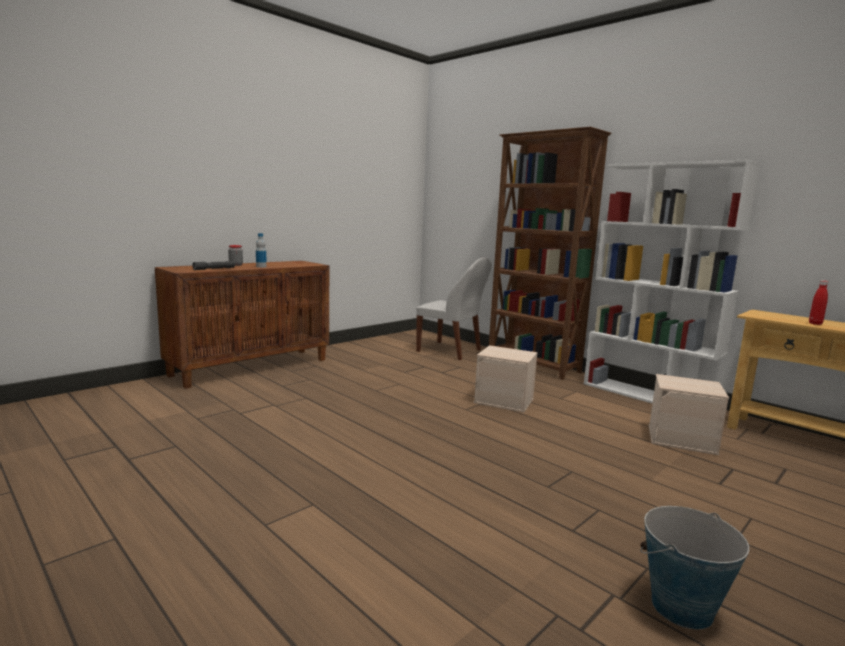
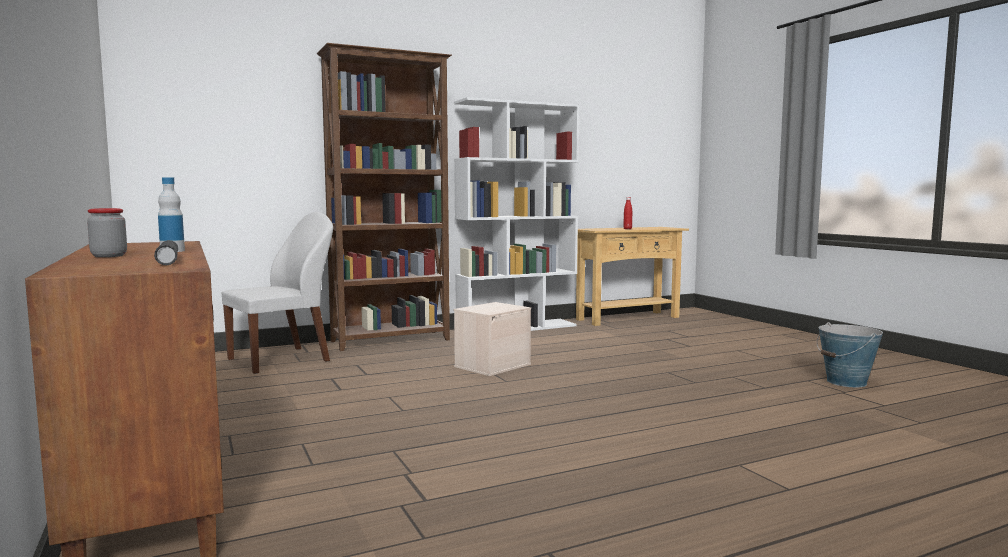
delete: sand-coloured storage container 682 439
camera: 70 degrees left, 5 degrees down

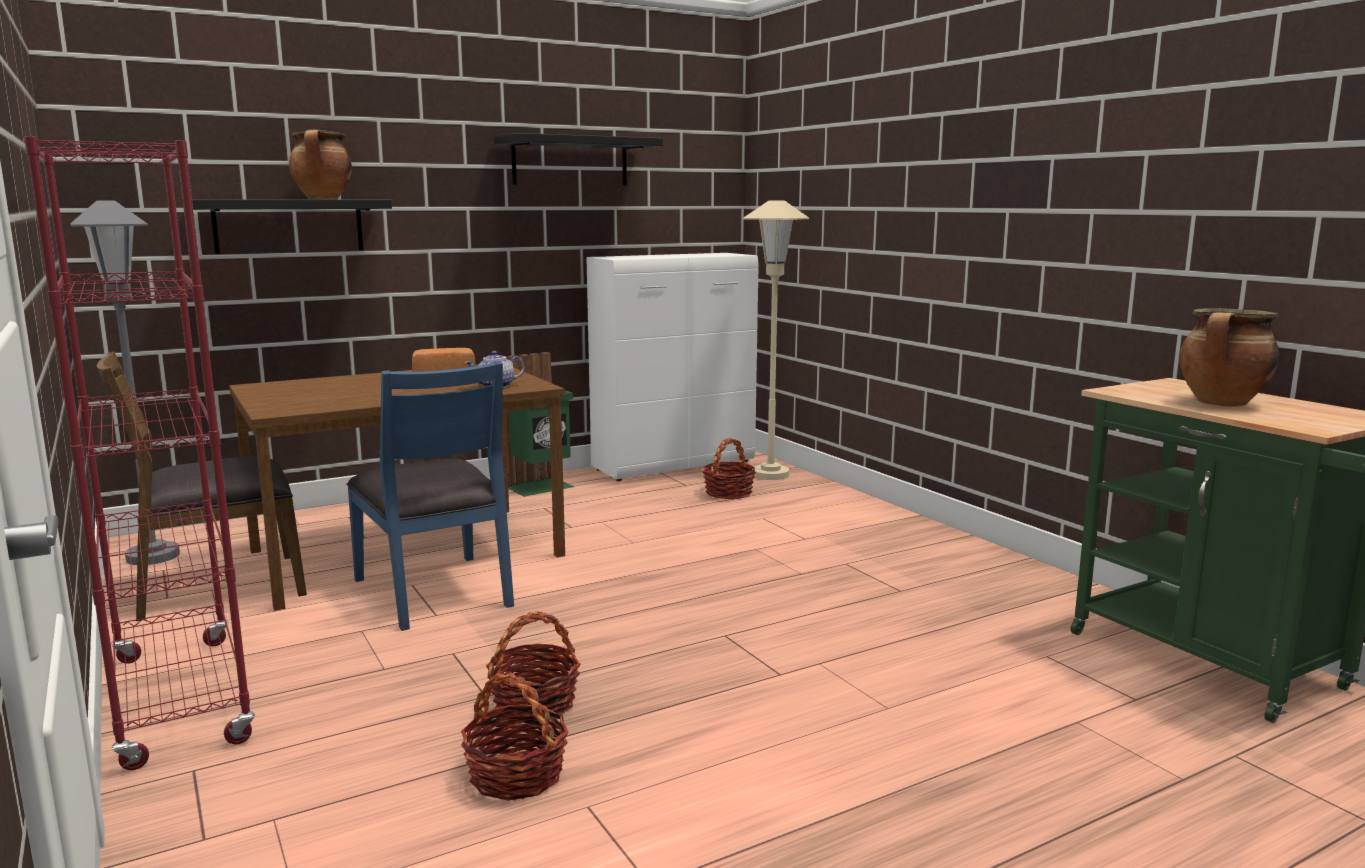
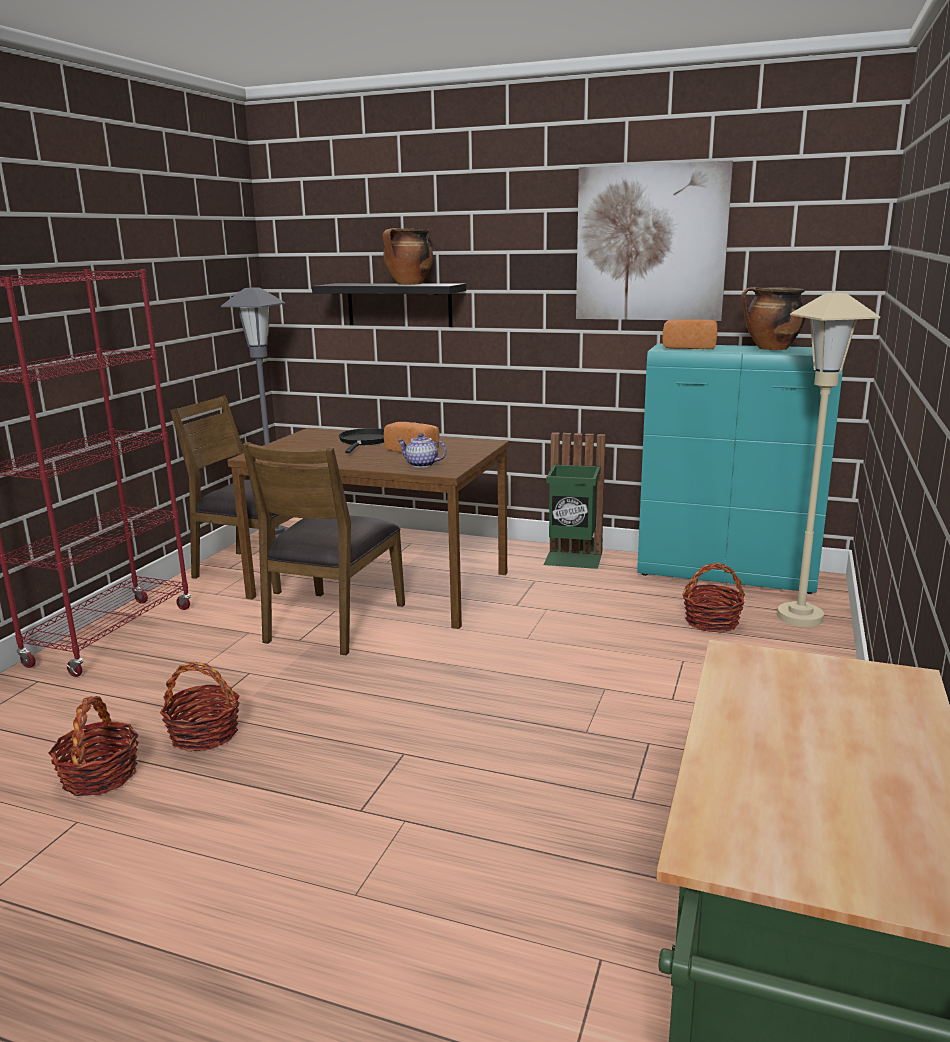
insert: blackish pan 365 441; bread 689 347
move: saucepot 1222 404 to 770 349
replace: blackish bracket shelf 570 161 to wall art 650 244
recolor: blue-coloured plain chair 436 592 to brown plain chair 333 622; white cupboard 675 465 to turquoise-coloured cupboard 727 575
camera: 50 degrees right, 5 degrees up

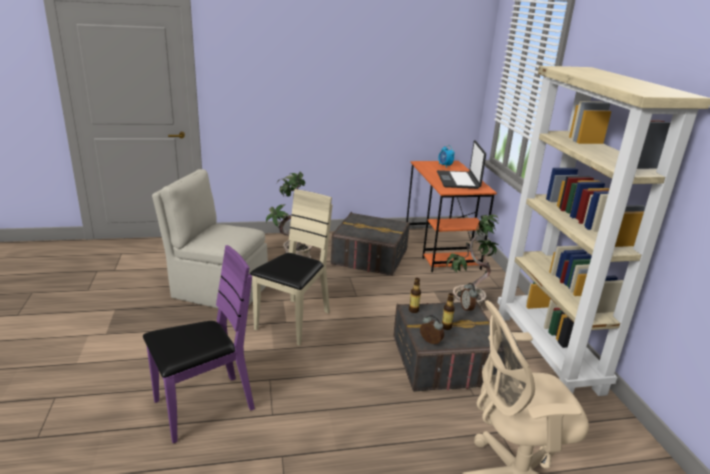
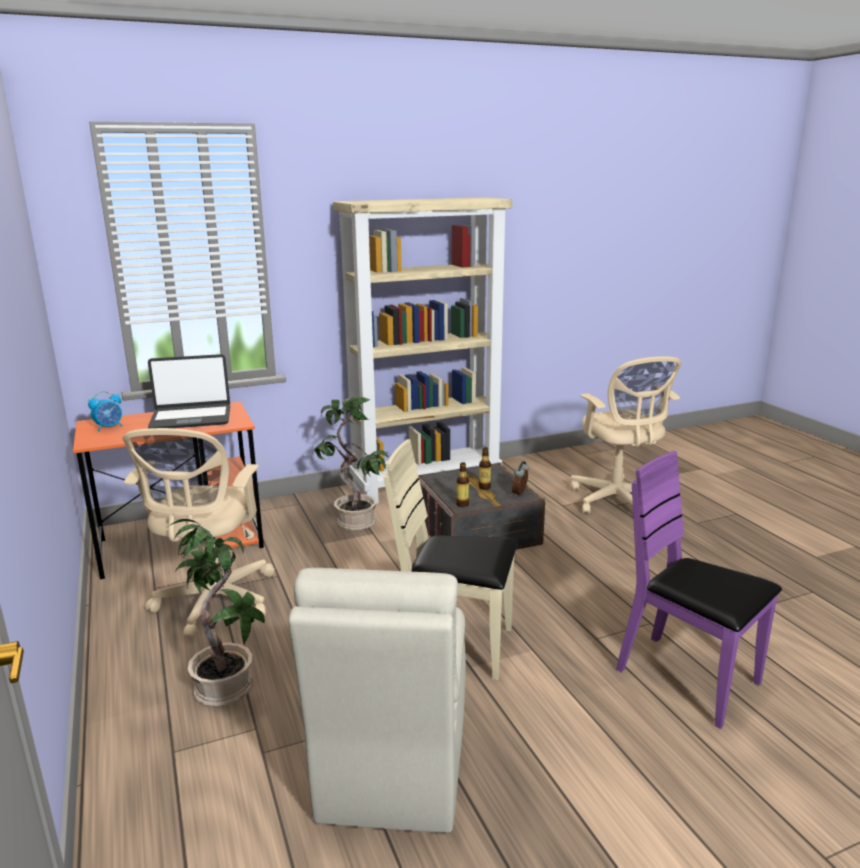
delete: bedside clock 467 308
replace: gray storage container 370 256 to sand-coloured desk chair 213 604
camera: 100 degrees left, 5 degrees down

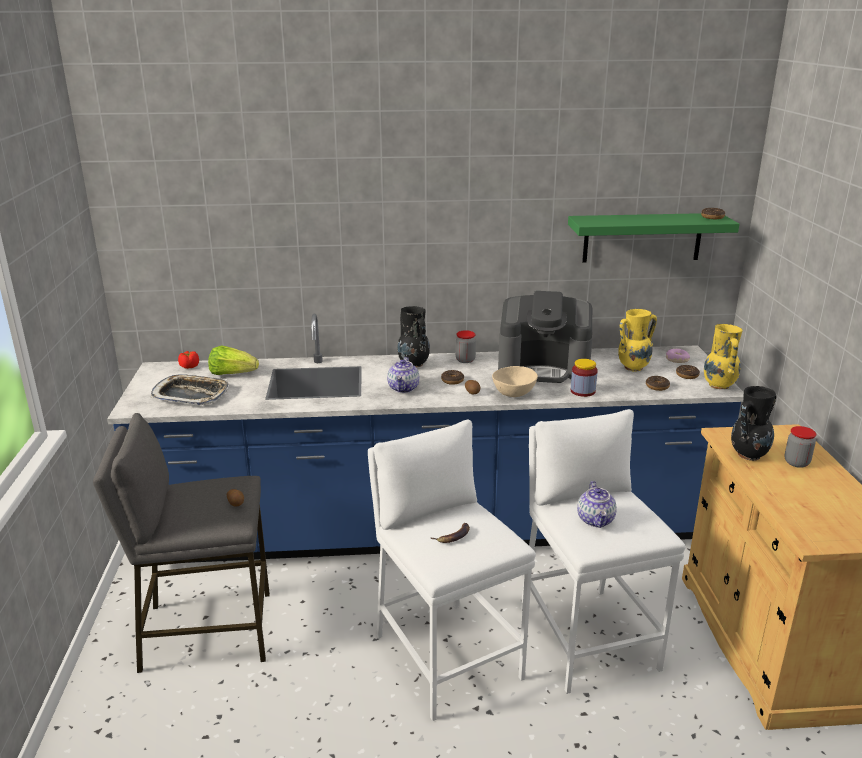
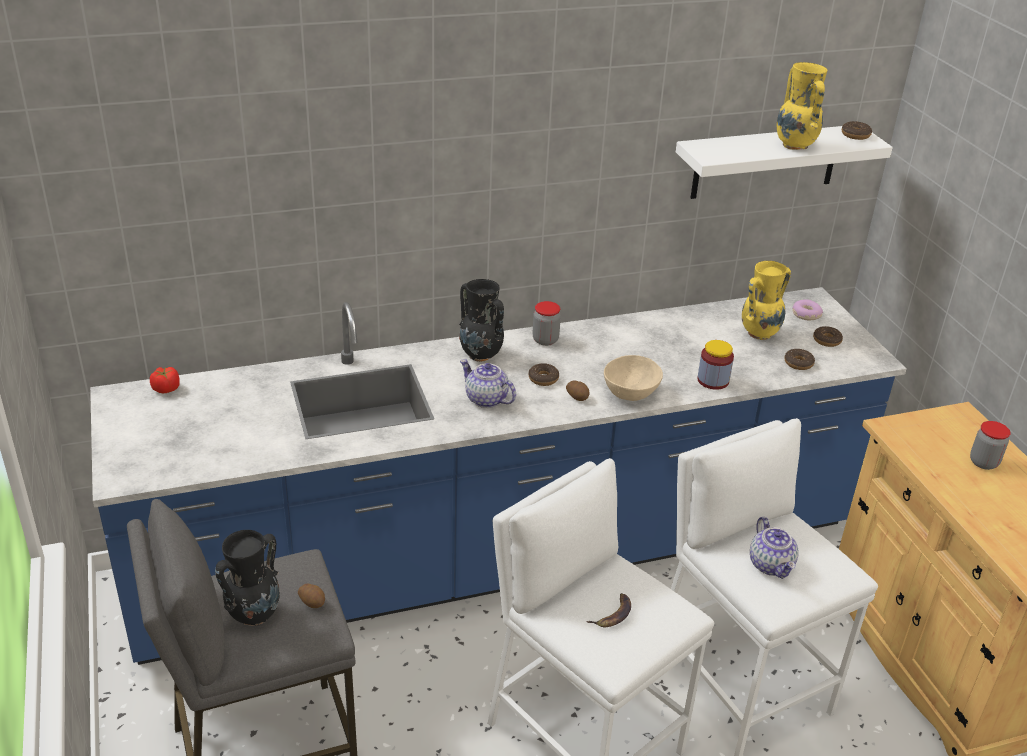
delete: carrying tray 191 395; lettuce 232 374; coffee machine 544 367
move: blackish flower vase 748 455 to 253 615; yellowish flower vase 719 386 to 794 145
recolor: green-coloured bracket shelf 642 237 to white bracket shelf 765 161
rotate: teapot 404 388 = 485 399 135 degrees clockwise
camera: 15 degrees left, 10 degrees up

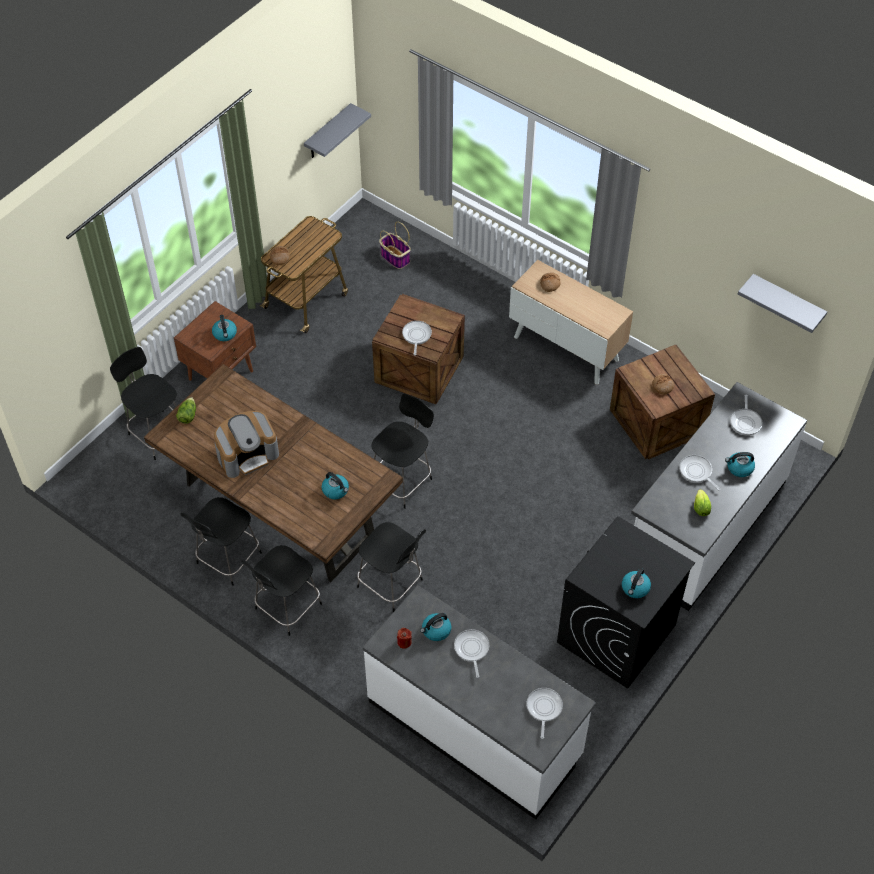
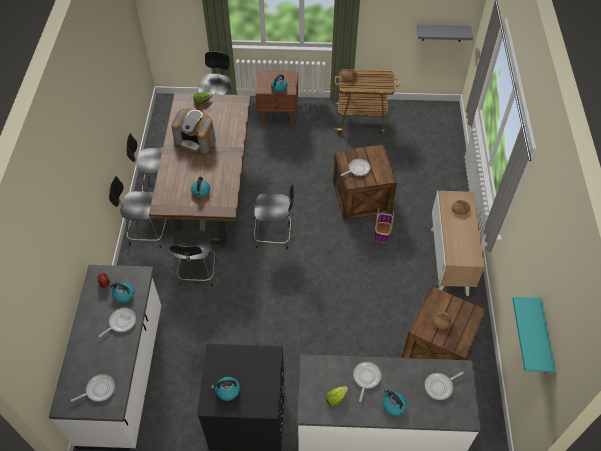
move: household basket 394 257 to 382 232
recolor: gray bracket shelf 787 302 to turquoise-coloured bracket shelf 544 339
camera: 55 degrees right, 0 degrees up

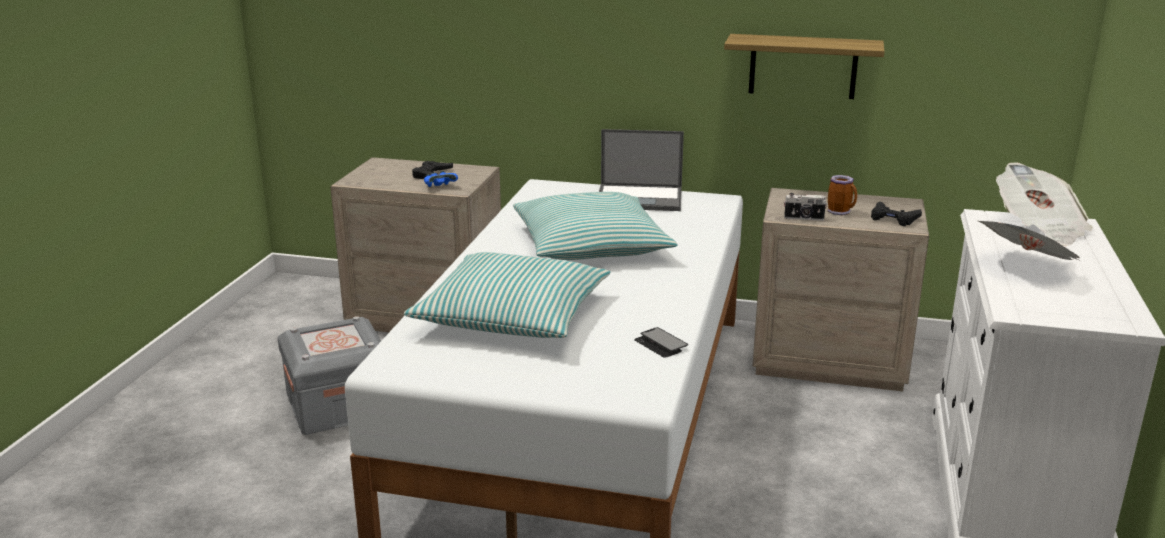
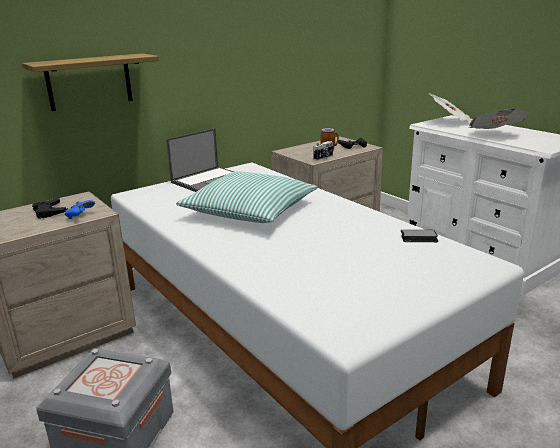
delete: cushion 512 315
move: bracket shelf 803 66 to 89 82
camera: 50 degrees left, 0 degrees up

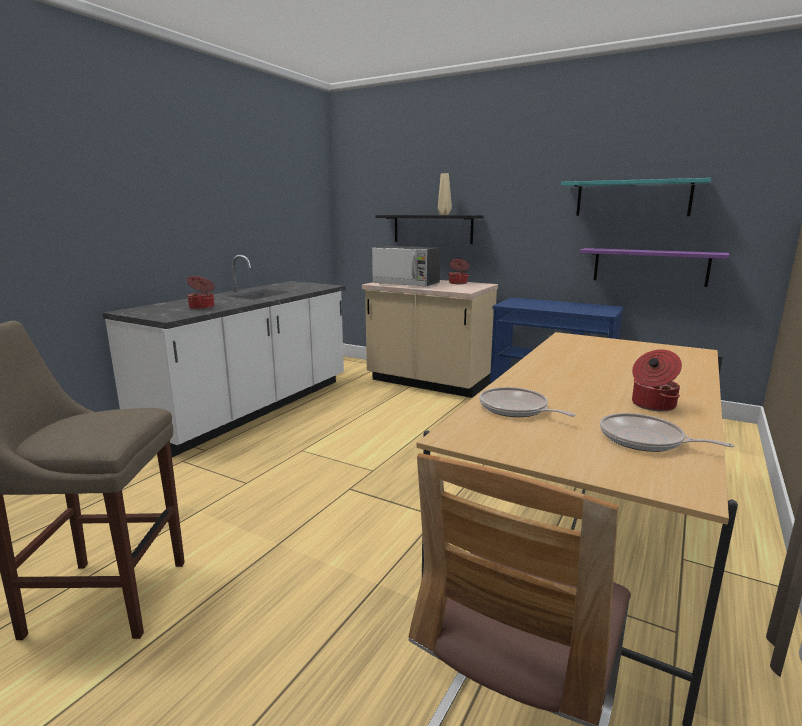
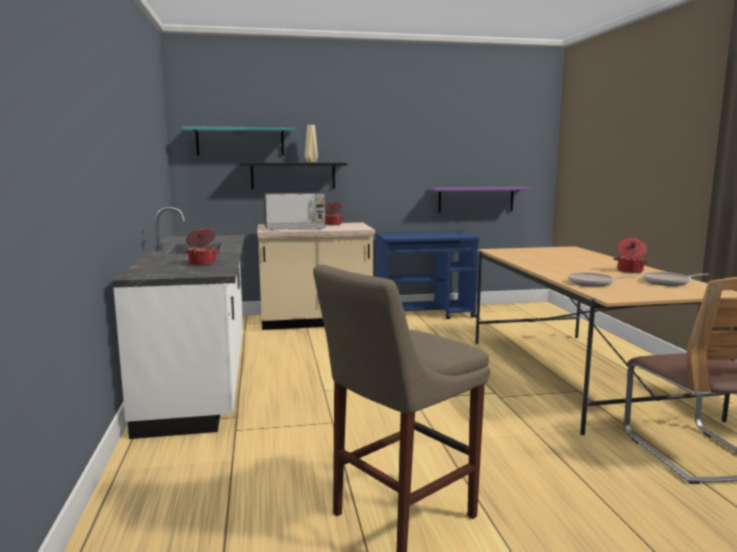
move: turquoise-coloured bracket shelf 632 198 to 240 141
camera: 40 degrees left, 5 degrees down

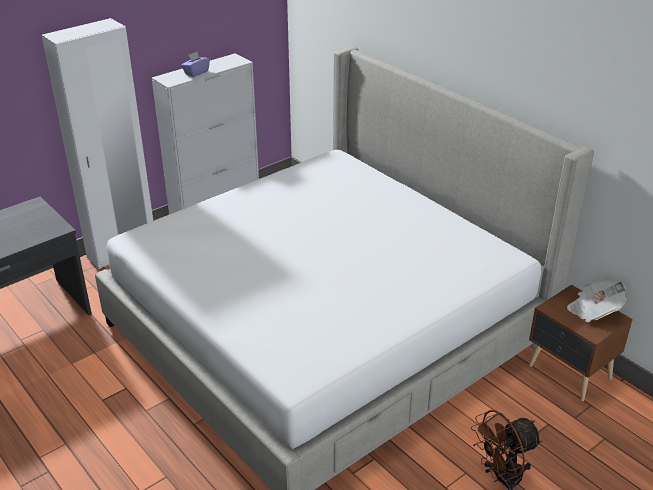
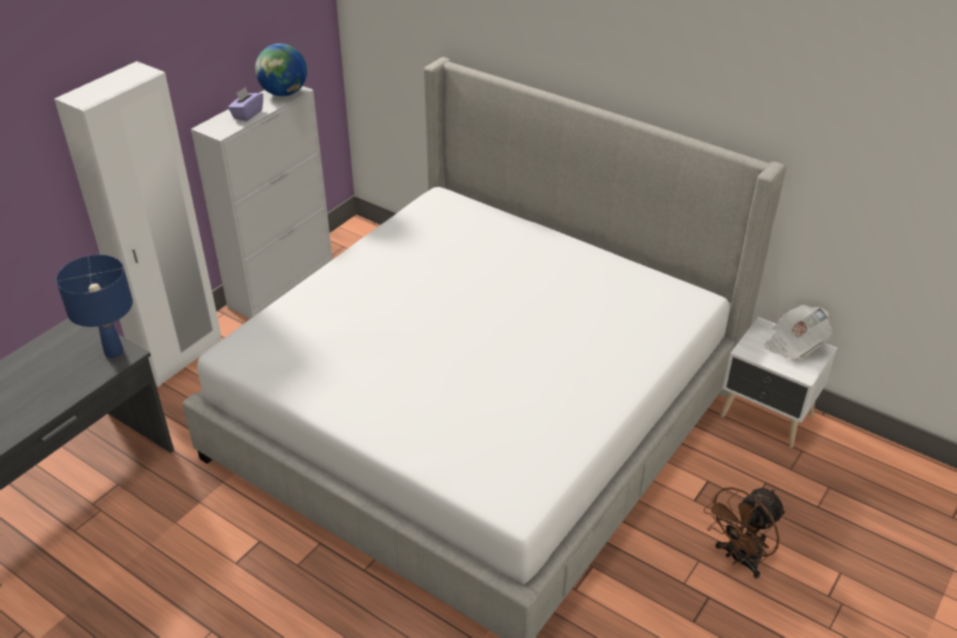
insert: blue-coloured tabletop lamp 113 352; globe 284 93
recolor: brown nightstand 569 373 to white nightstand 767 417
camera: 15 degrees left, 5 degrees up

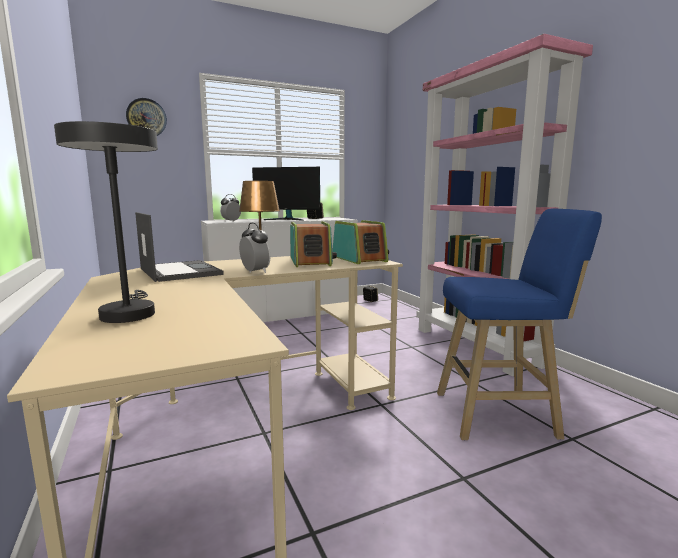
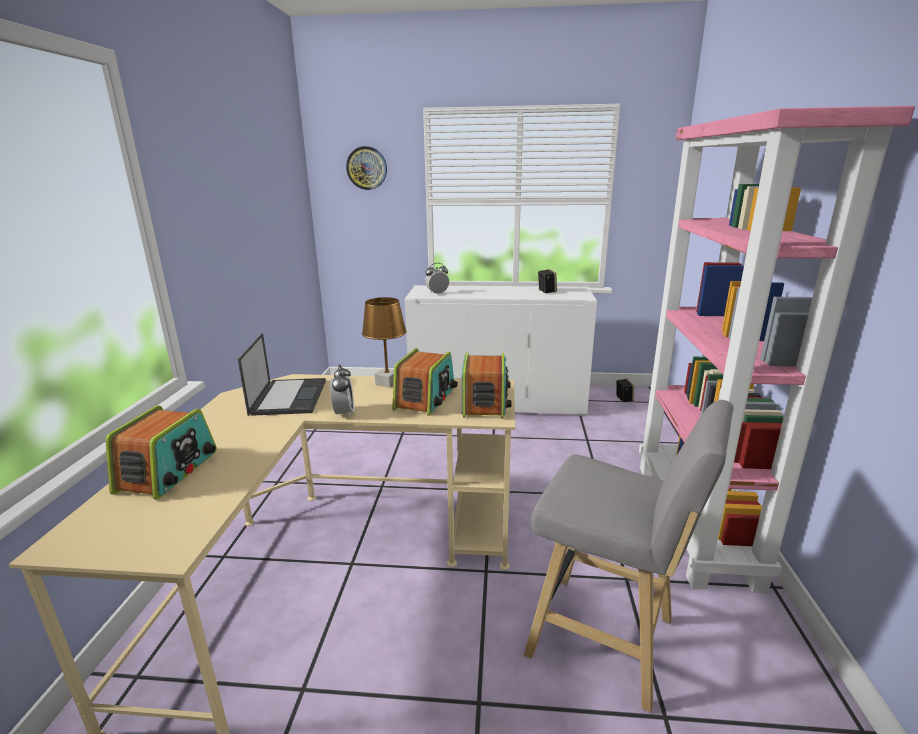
delete: computer screen 287 219
replace: gray tabletop lamp 128 313 to radio 169 471
recolor: blue-coloured stool seat 500 415 to gray stool seat 608 641
camera: 30 degrees right, 10 degrees up

